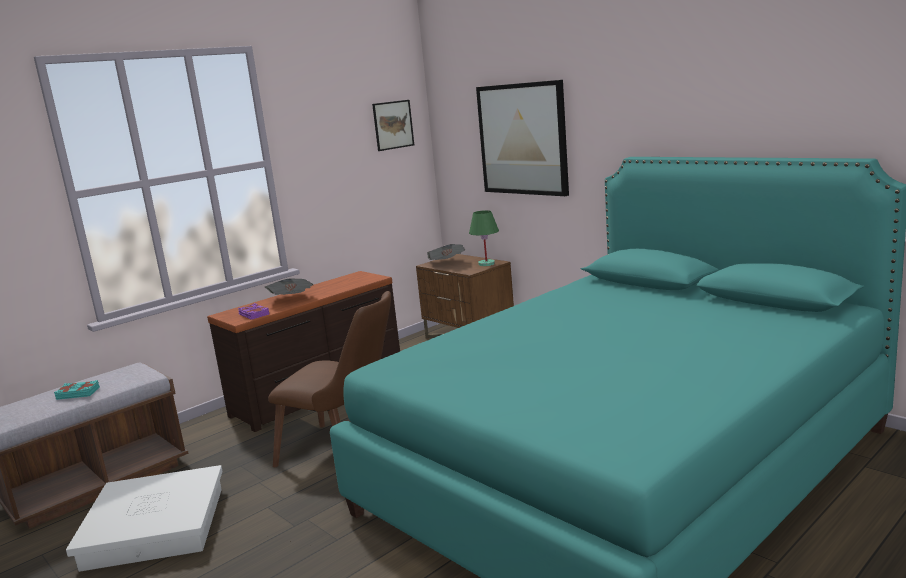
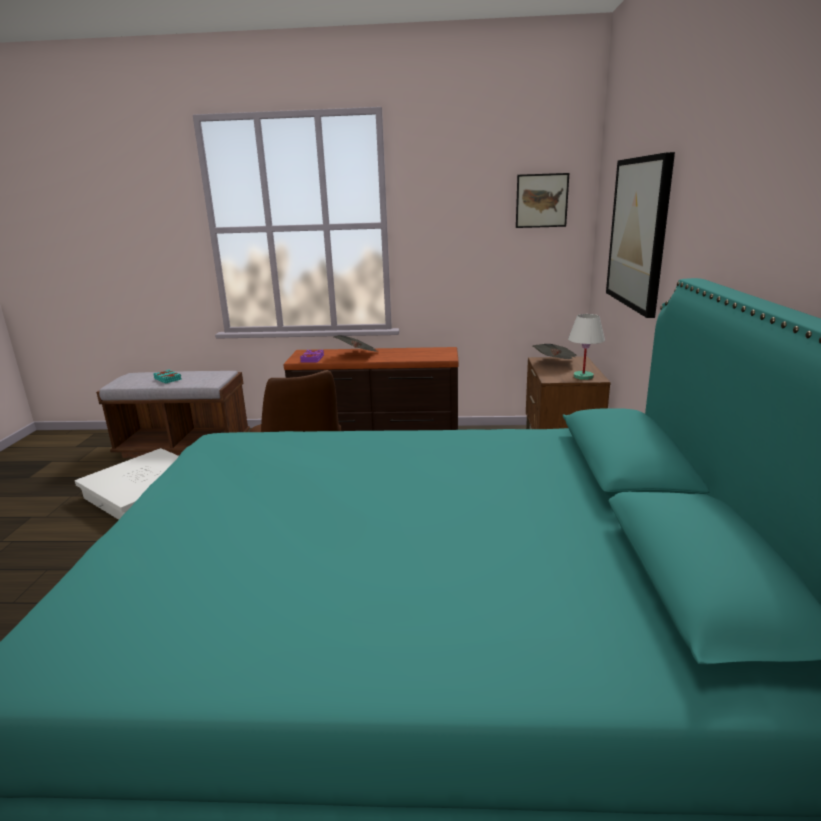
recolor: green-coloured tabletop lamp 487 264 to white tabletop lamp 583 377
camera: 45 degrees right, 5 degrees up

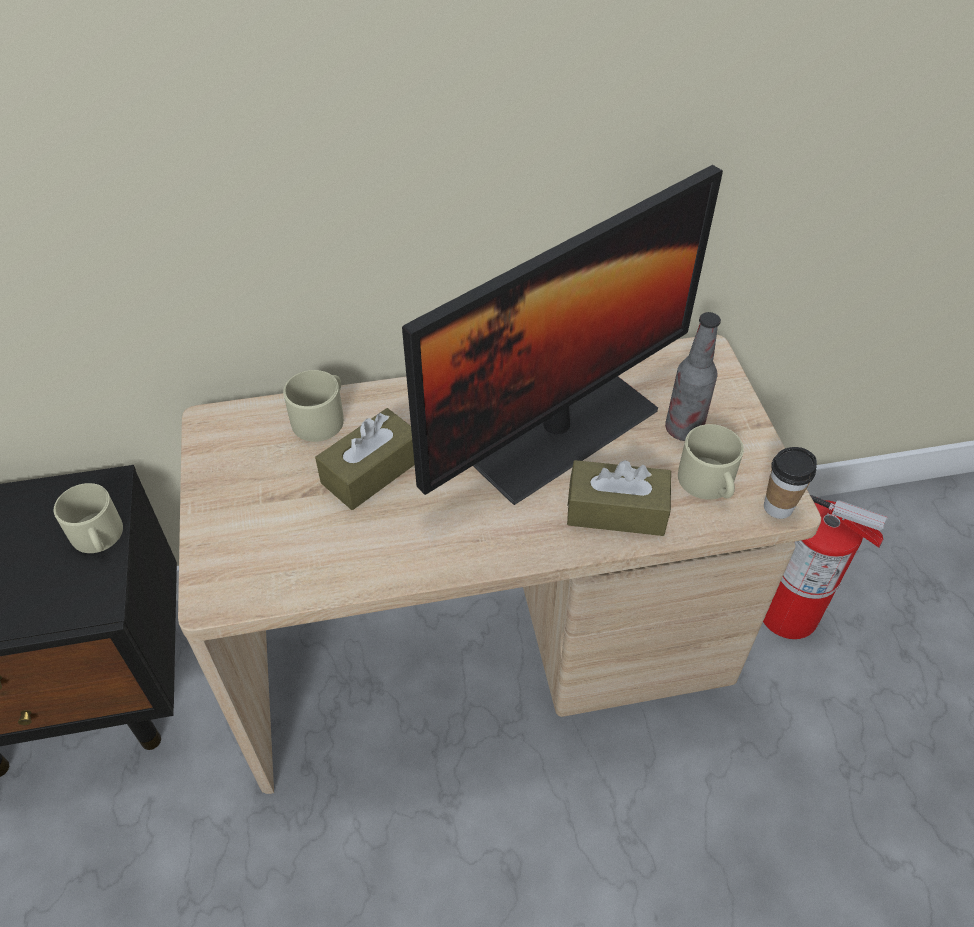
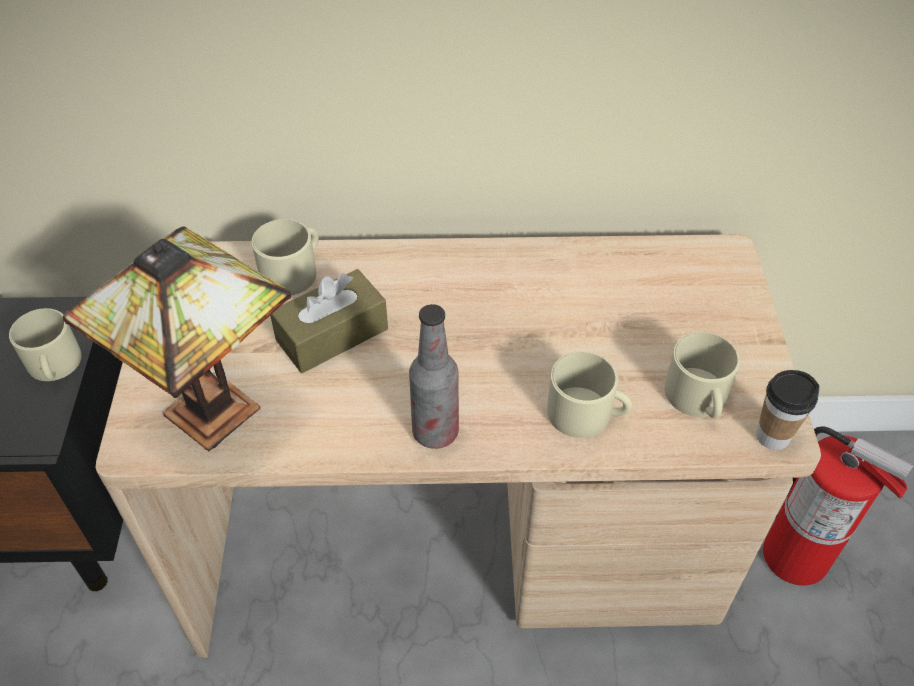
delete: computer screen 559 430
insert: tabletop lamp 220 412
move: drink bottle 683 429 to 435 432
replace: brown box of tissues 616 510 to sand-coloured tea mug 587 414
camera: 10 degrees right, 0 degrees up

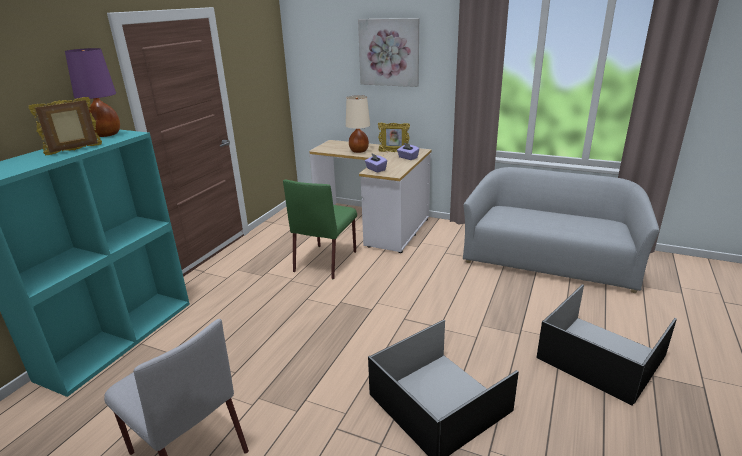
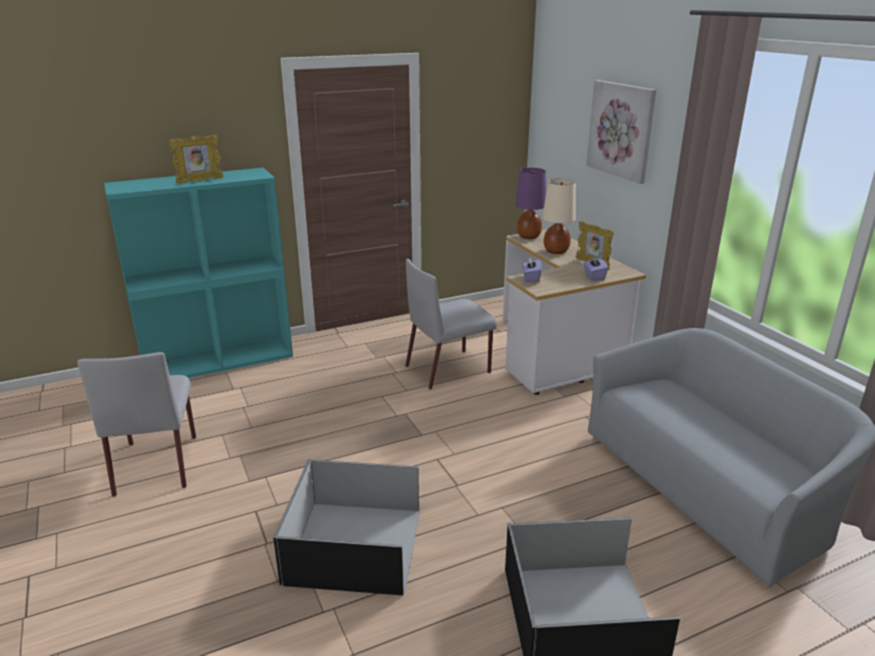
move: purple-coloured tabletop lamp 106 135 to 528 237
recolor: green-coloured plain chair 326 261 to gray plain chair 449 369
rotate: picture frame 75 150 = 200 181 150 degrees clockwise
camera: 40 degrees right, 0 degrees up

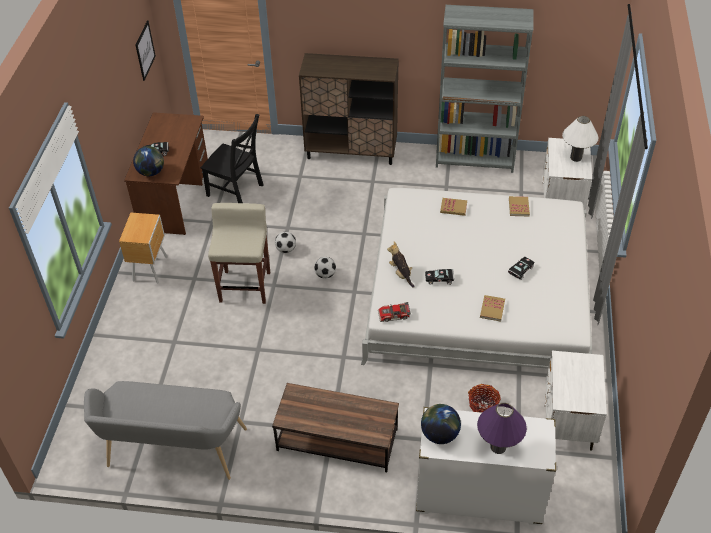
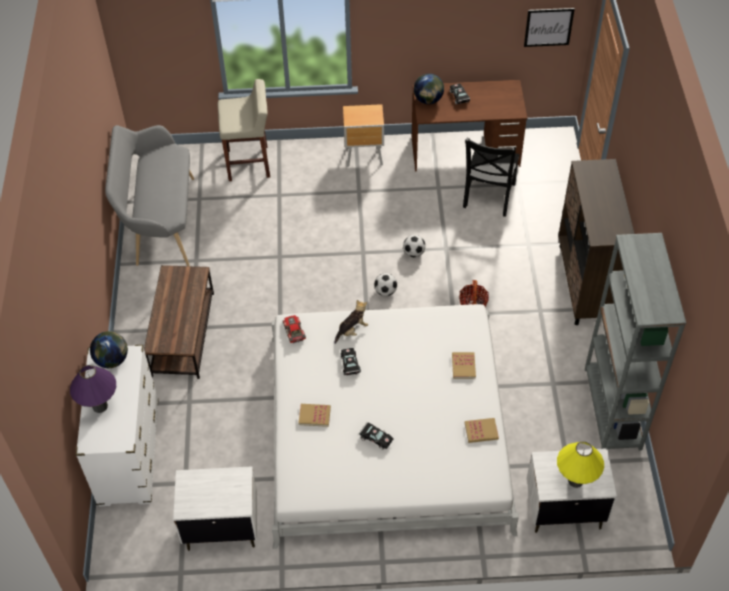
move: sand-coloured stool seat 245 286 to 249 163; household basket 483 405 to 473 304
recolor: white tabletop lamp 576 157 to yellowish tabletop lamp 575 480
camera: 80 degrees right, 5 degrees up

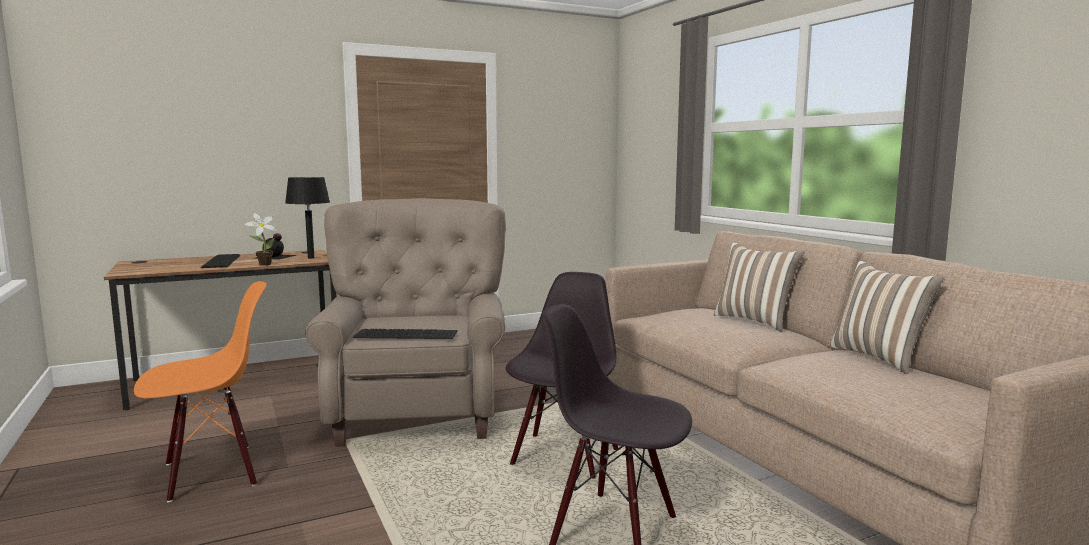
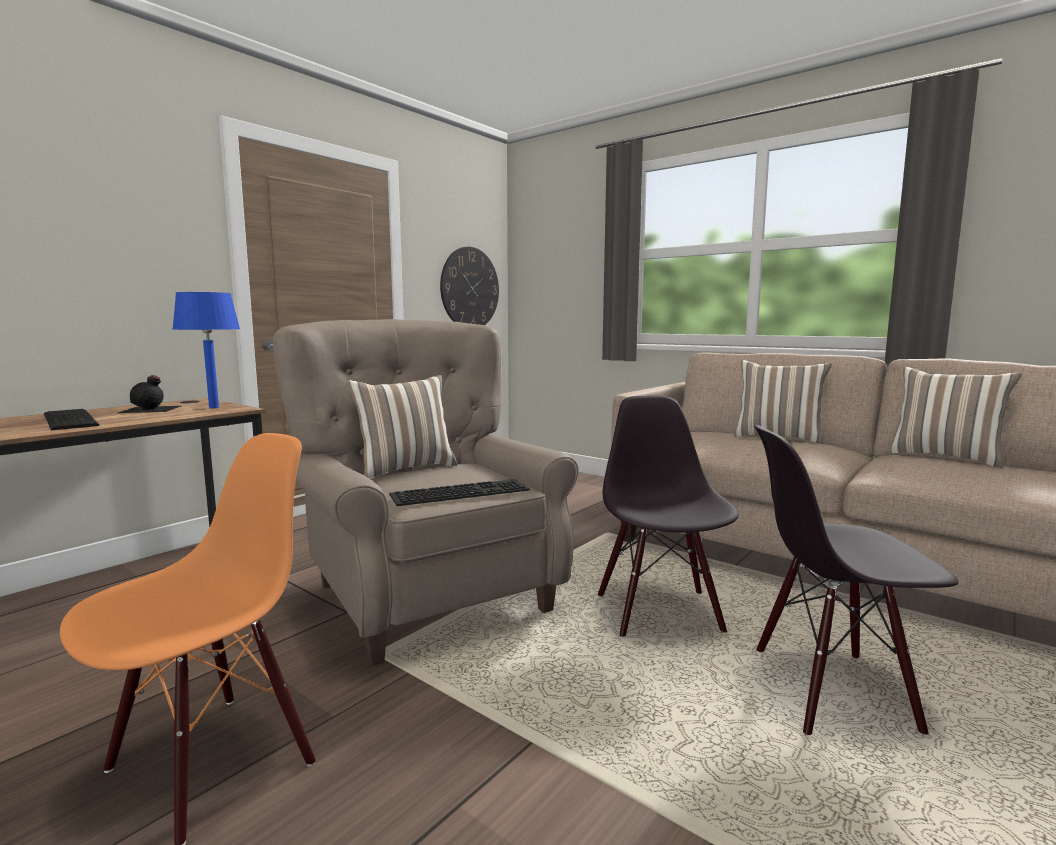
delete: houseplant 263 264
insert: cushion 405 469; clock on the wall 470 288
recolor: blackish tabletop lamp 310 258 to blue-coloured tabletop lamp 213 407
camera: 25 degrees left, 0 degrees up

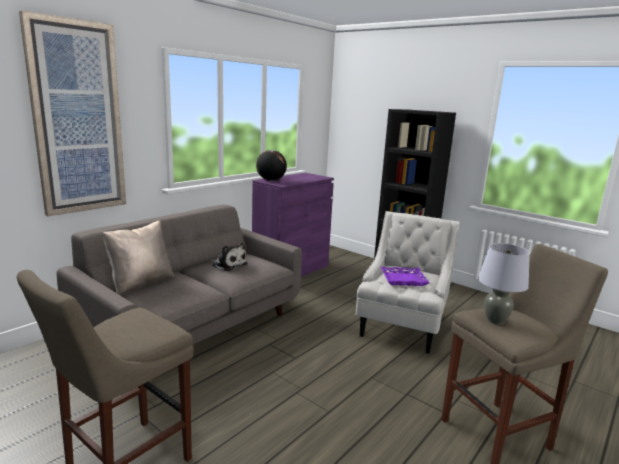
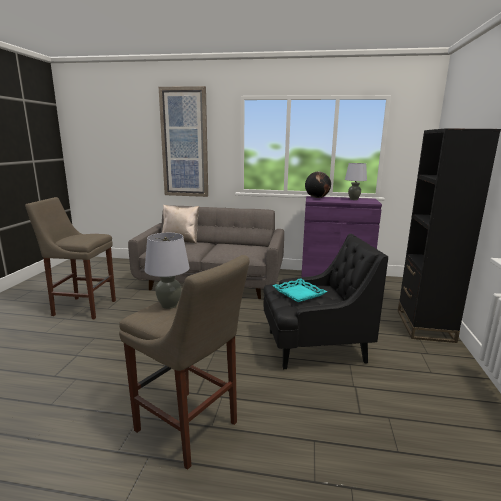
delete: plush toy 228 265
insert: gray tabletop lamp 354 199
recolor: white easy chair 402 326 to blackish easy chair 314 346; purple-coloured carrying tray 403 279 to turquoise-coloured carrying tray 299 293
camera: 60 degrees right, 0 degrees up

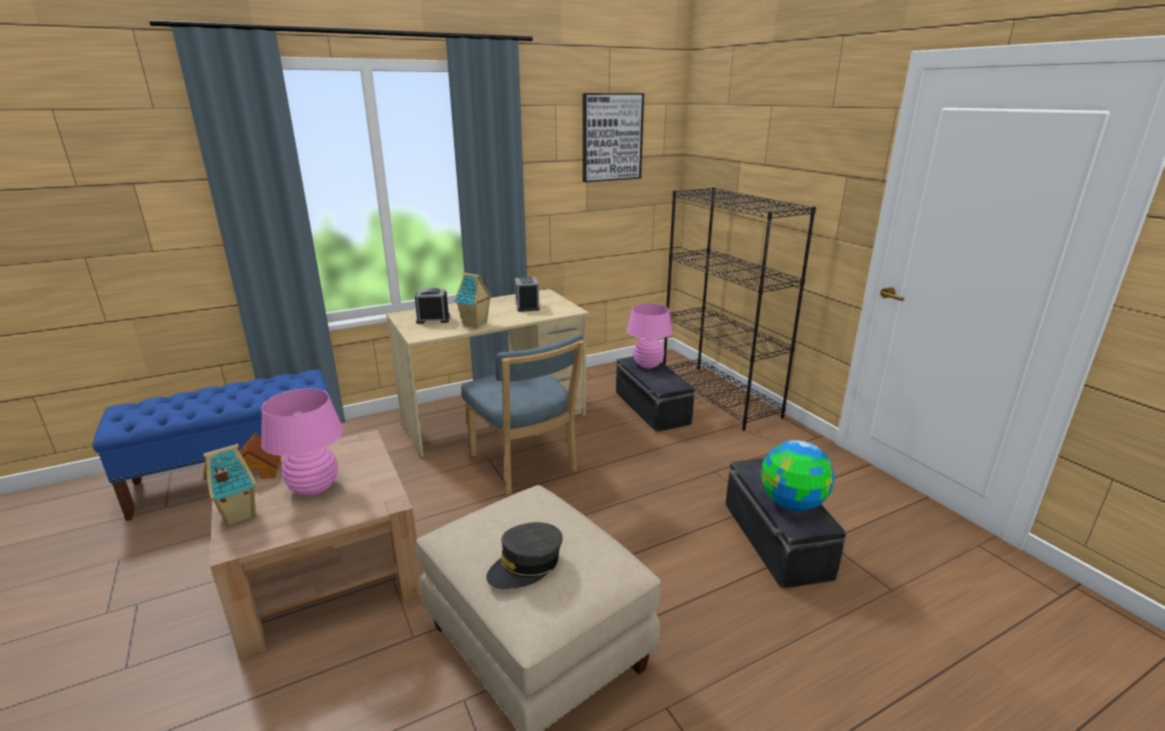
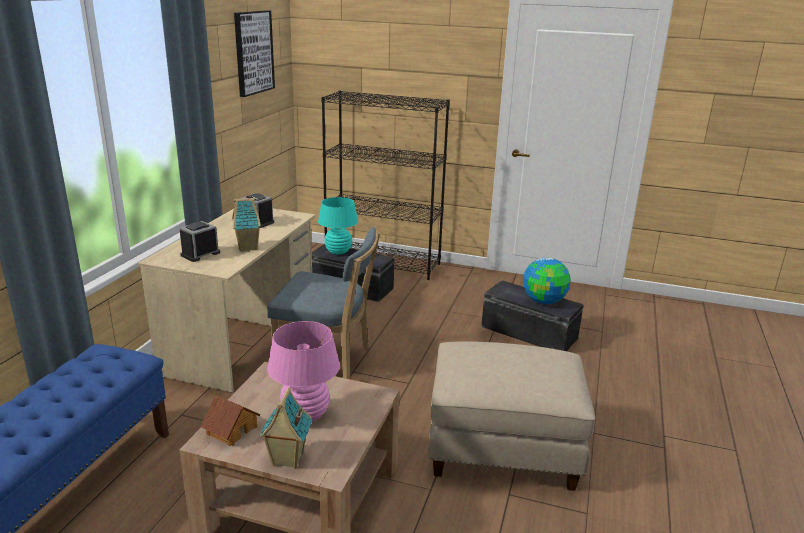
delete: gray baseball cap 526 565
recolor: pinkish tabletop lamp 647 365 to turquoise-coloured tabletop lamp 338 252
camera: 45 degrees left, 0 degrees up

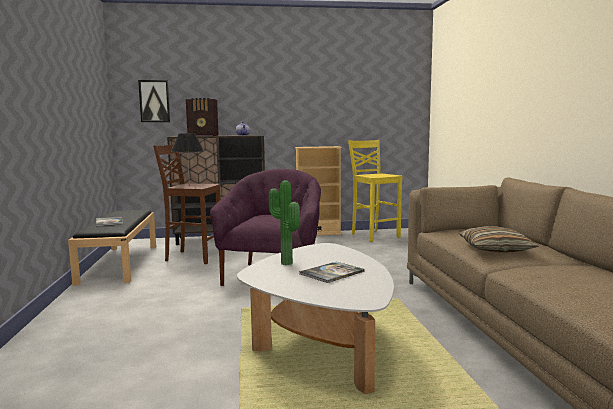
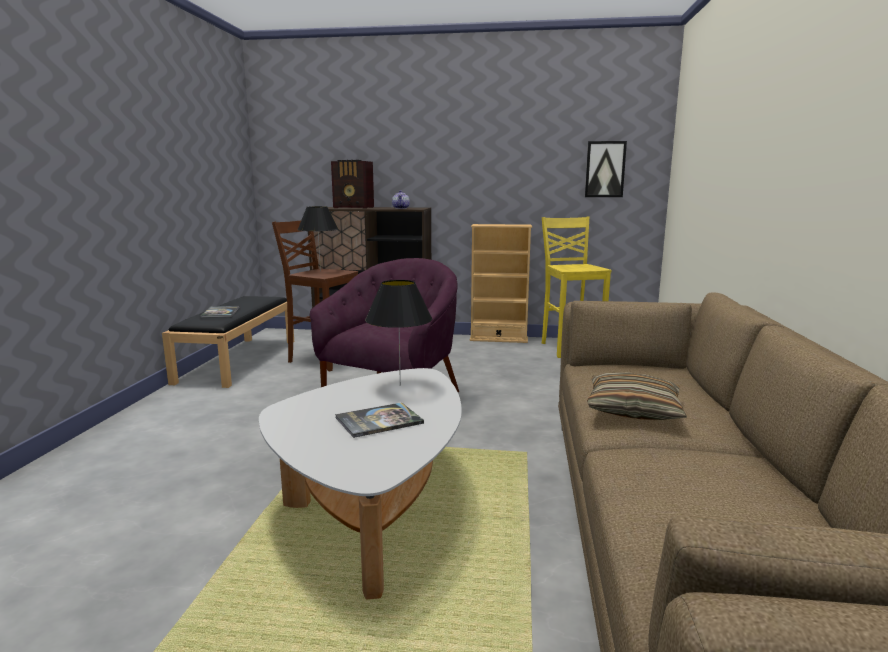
delete: houseplant 284 264
insert: blackish tabletop lamp 400 385
move: wall art 154 101 to 605 169
camera: 15 degrees right, 5 degrees up

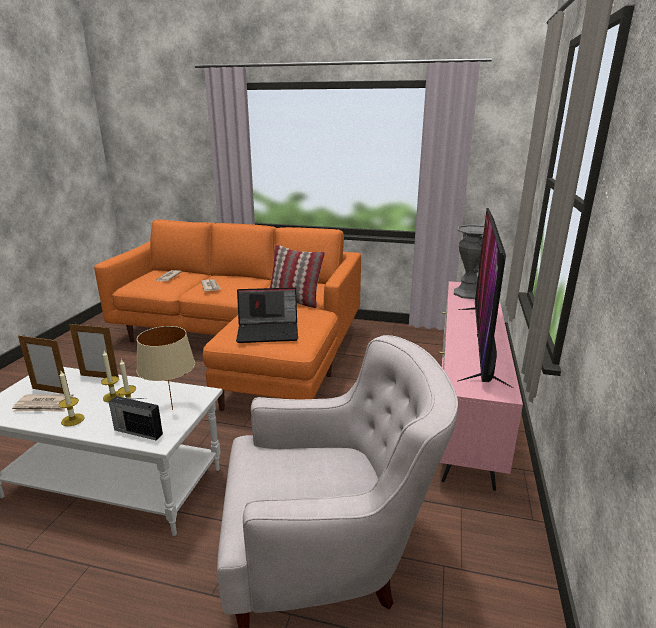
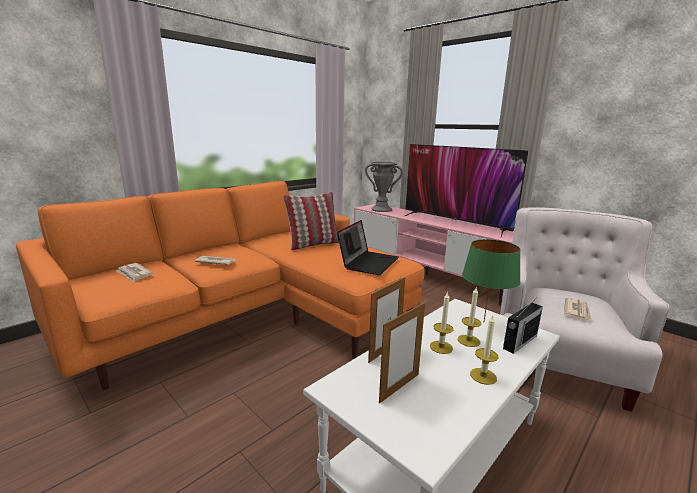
move: daily paper 44 405 to 577 311
recolor: sand-coloured tabletop lamp 172 410 to green-coloured tabletop lamp 484 322
camera: 60 degrees left, 5 degrees down

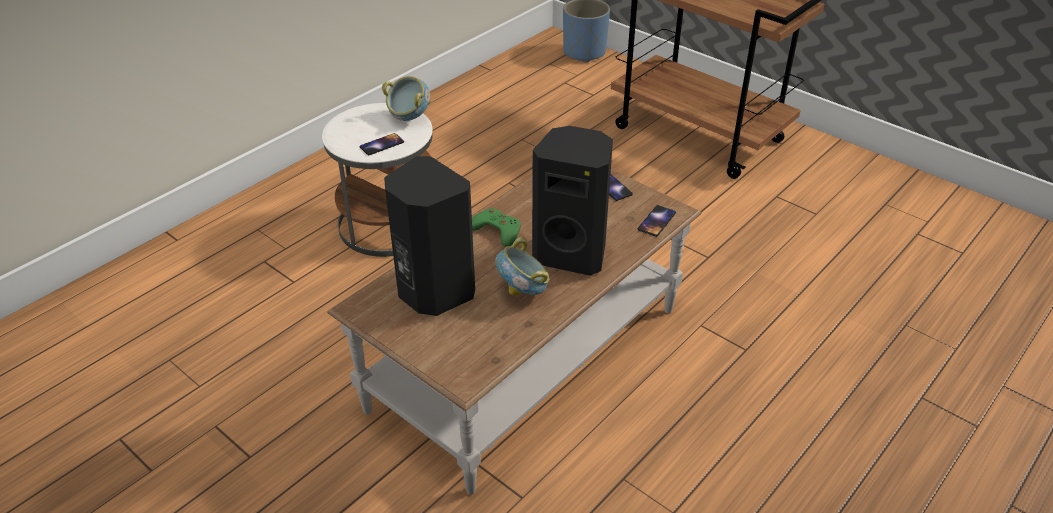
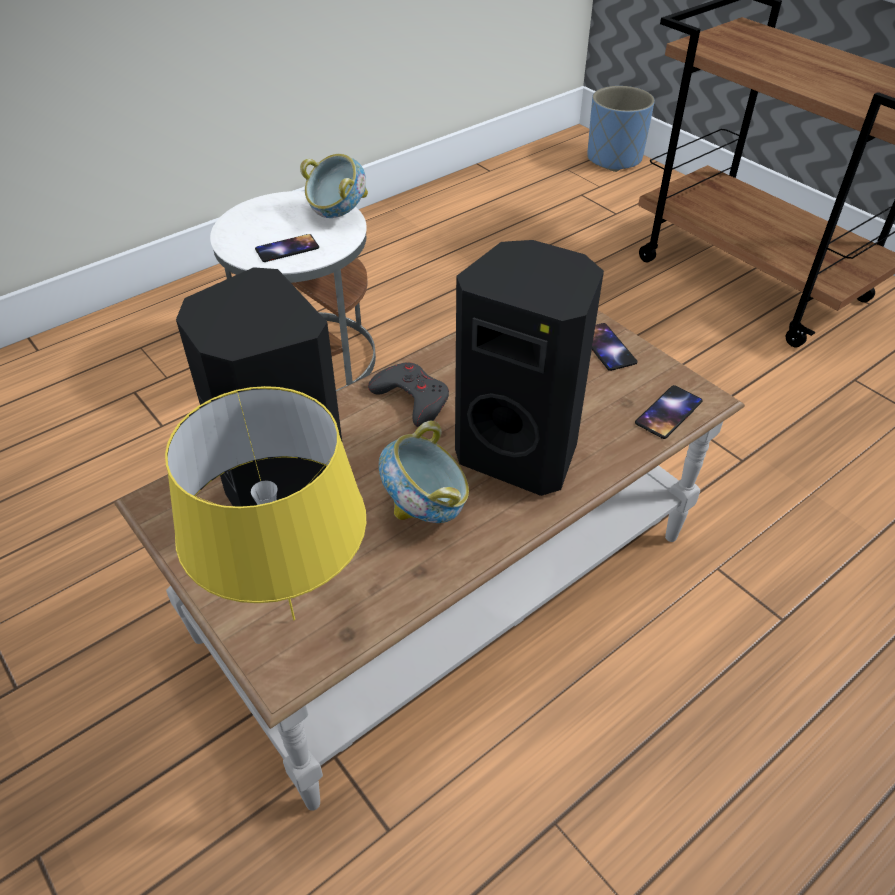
insert: yellowish tabletop lamp 292 618
recolor: green-coloured gamepad 496 231 to gray gamepad 412 399
camera: 10 degrees right, 5 degrees up

